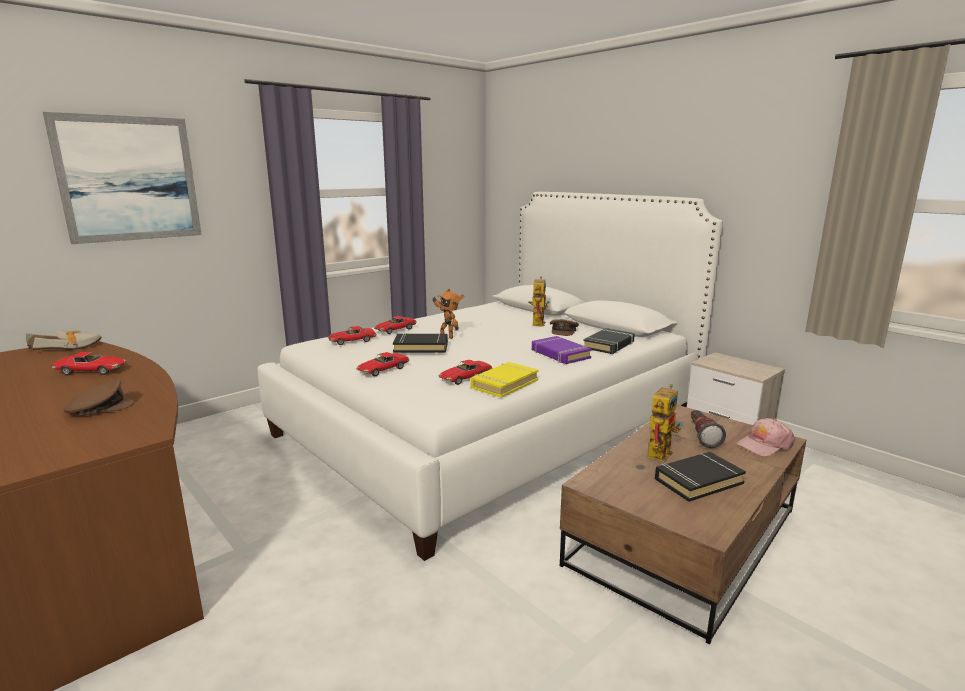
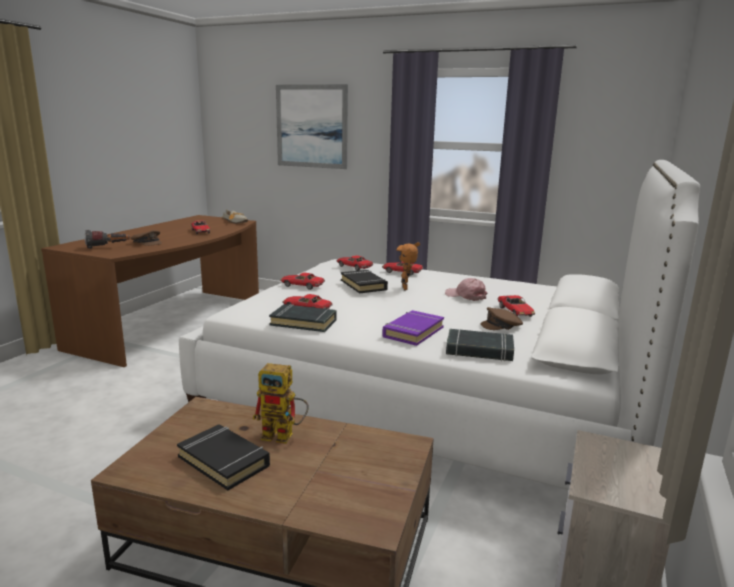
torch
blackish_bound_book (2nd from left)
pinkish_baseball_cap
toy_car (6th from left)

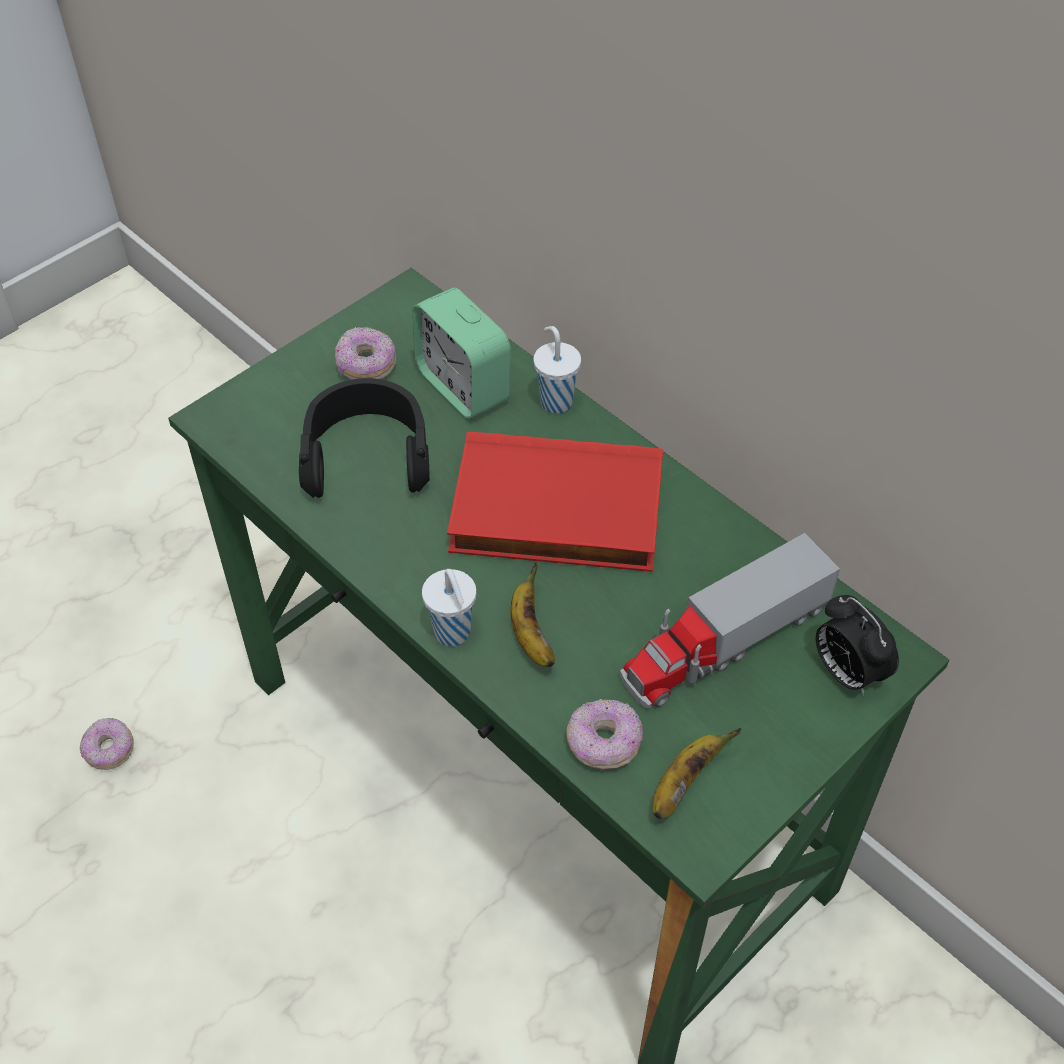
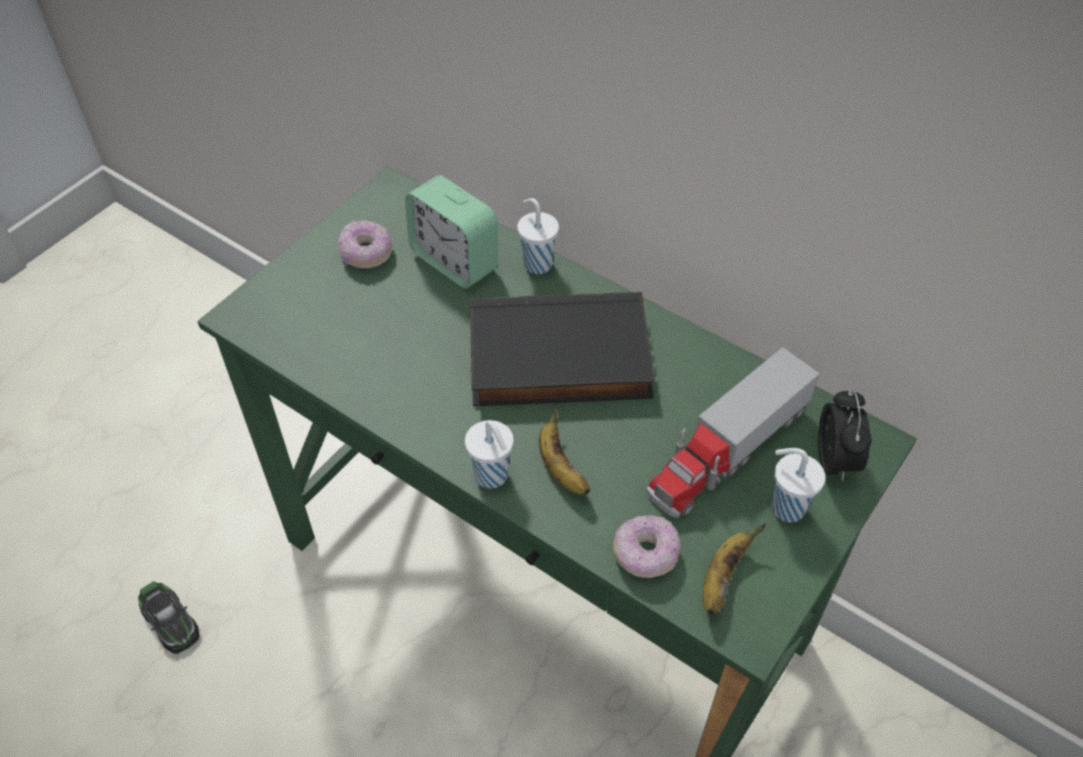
toy_car
blackish_bound_book
white_cup (3rd from left)
alarm_clock (2nd from left)
blackish_headphones

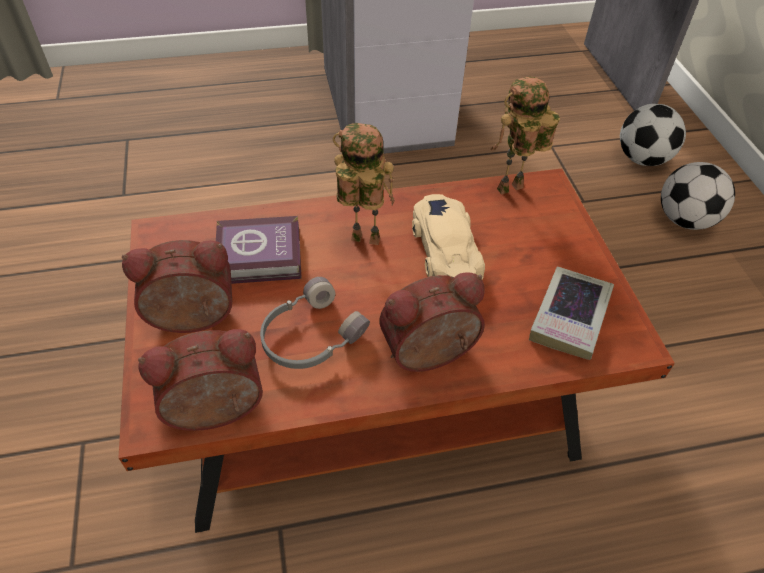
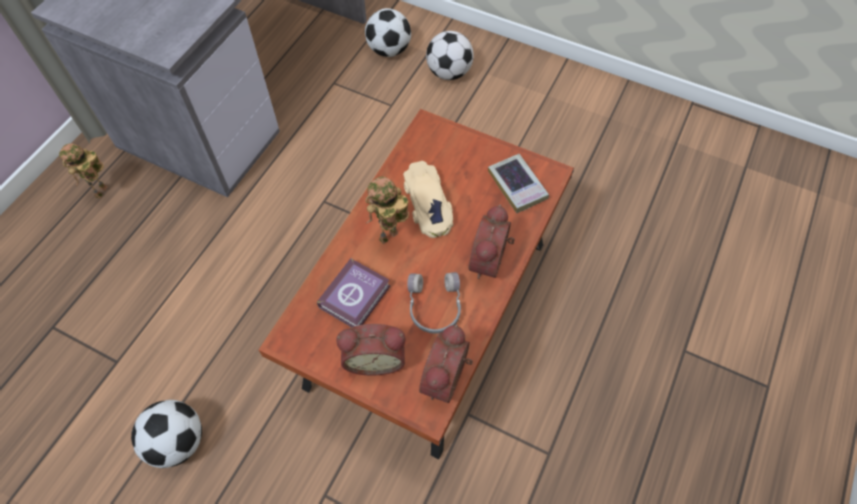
toy_robot (1st from left)
football (1st from left)
alarm_clock (1st from left)
beige_toy_car

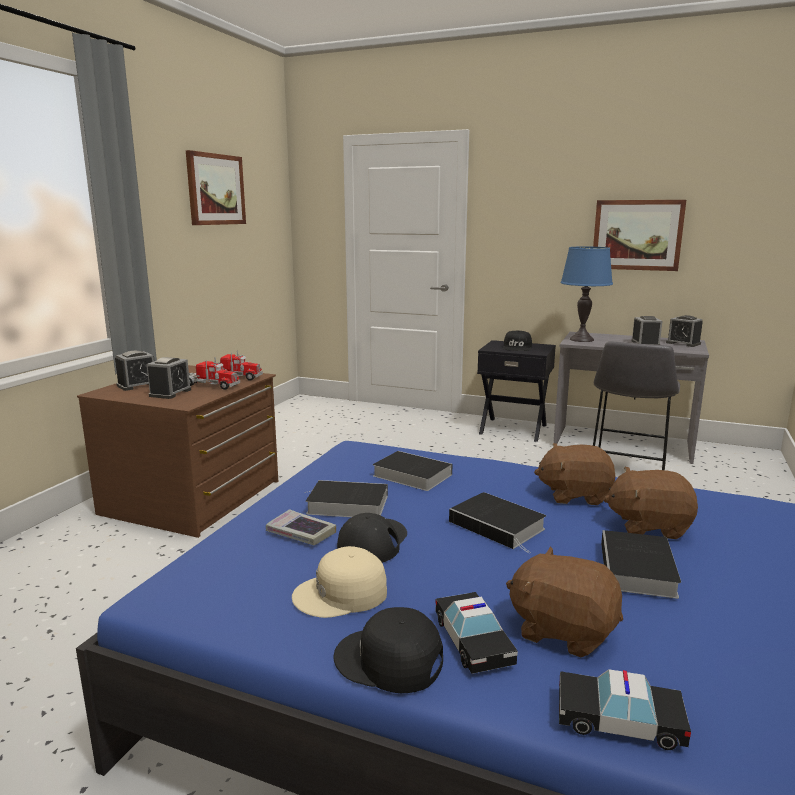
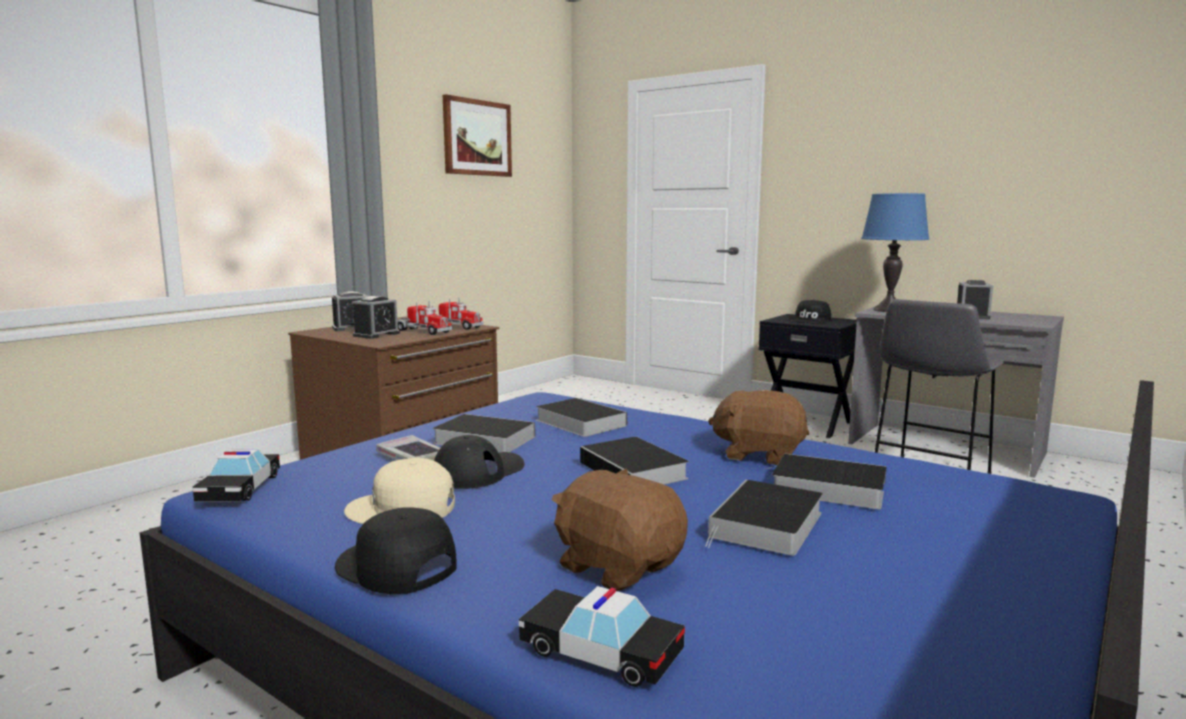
toy_car (1st from left)
bound_book (6th from left)
wall_picture (2nd from left in the first image)
alarm_clock (4th from left in the first image)

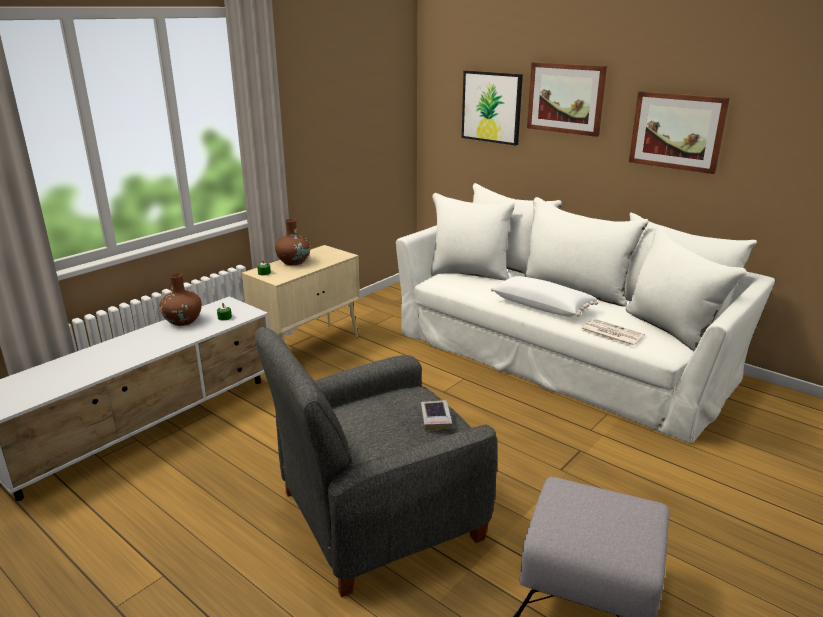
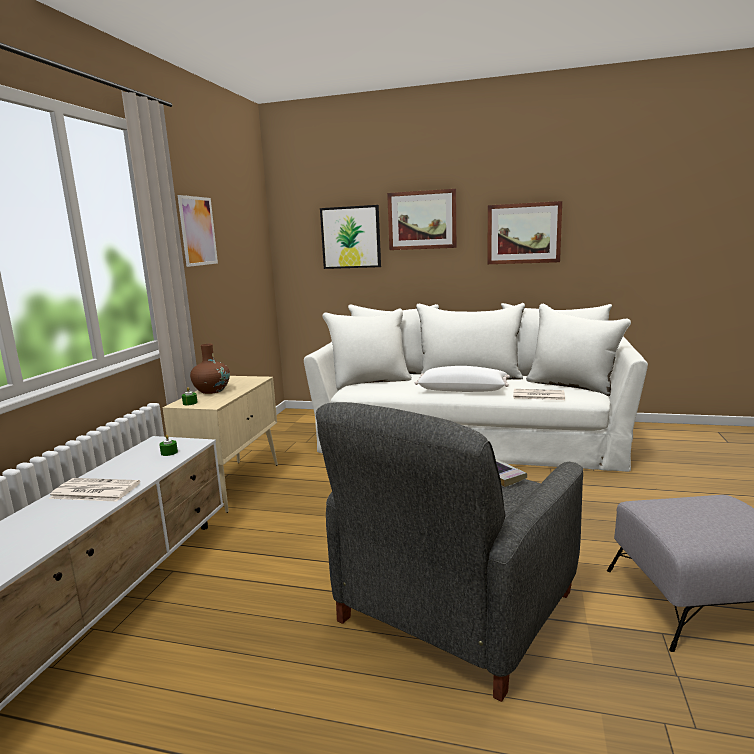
printed_paper (1st from left)
wall_picture (1st from left)
brownish_flower_vase (1st from left in the first image)

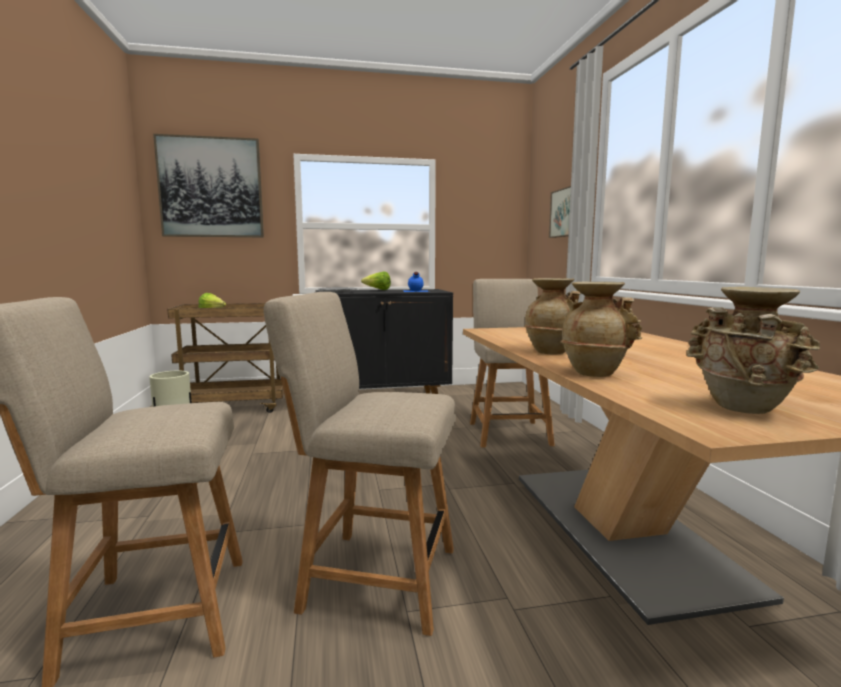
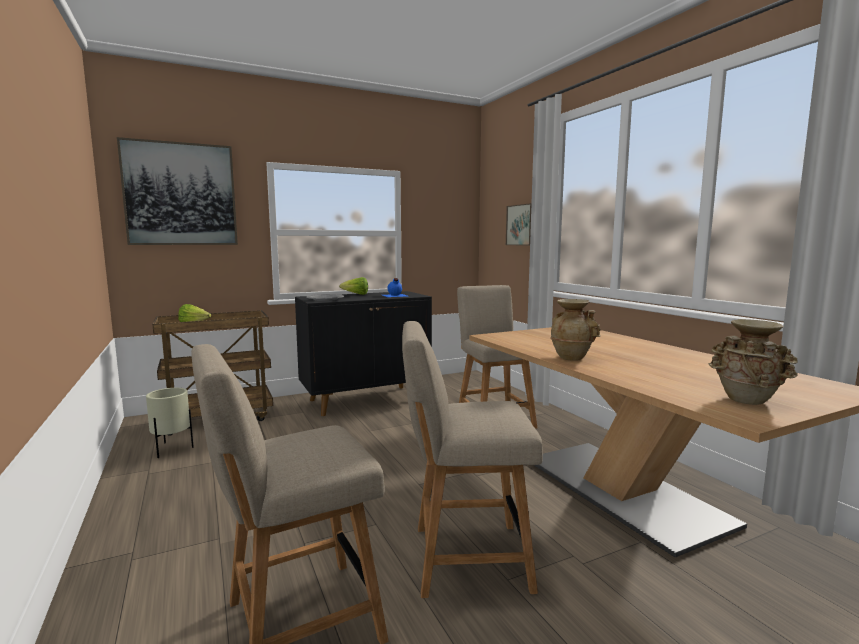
beige_flower_vase (2nd from left in the first image)

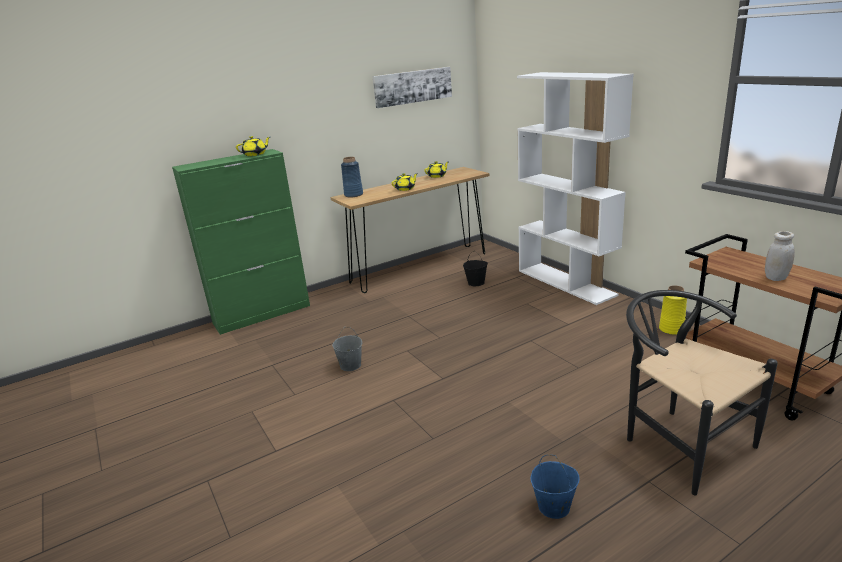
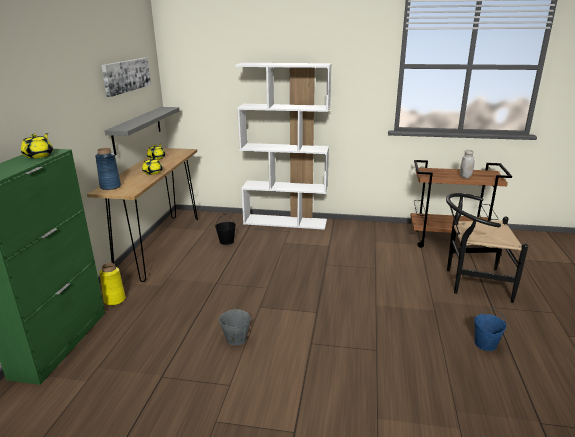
yellow_flower_vase
gray_shelf

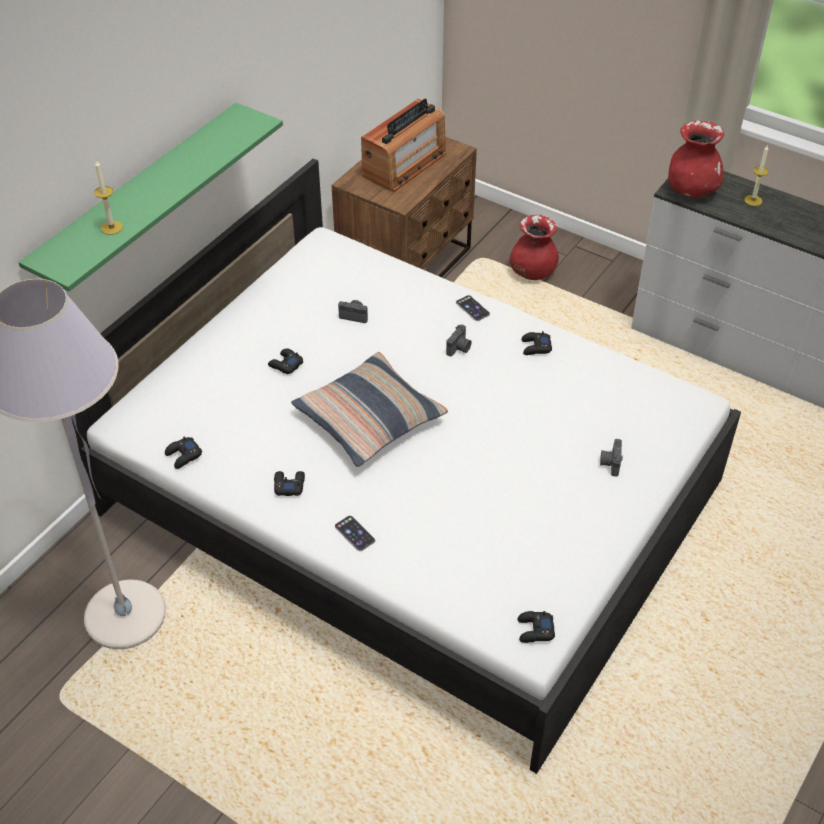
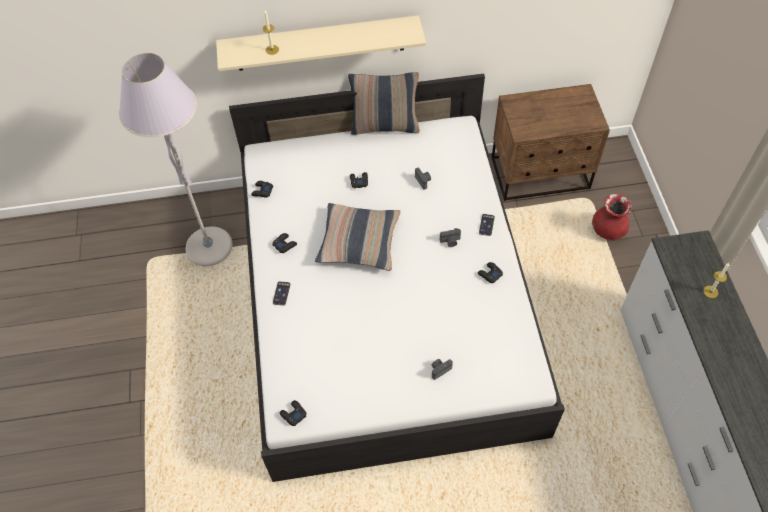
beige_shelf
pillow (2nd from left)
radio
red_flower_vase (2nd from left in the first image)

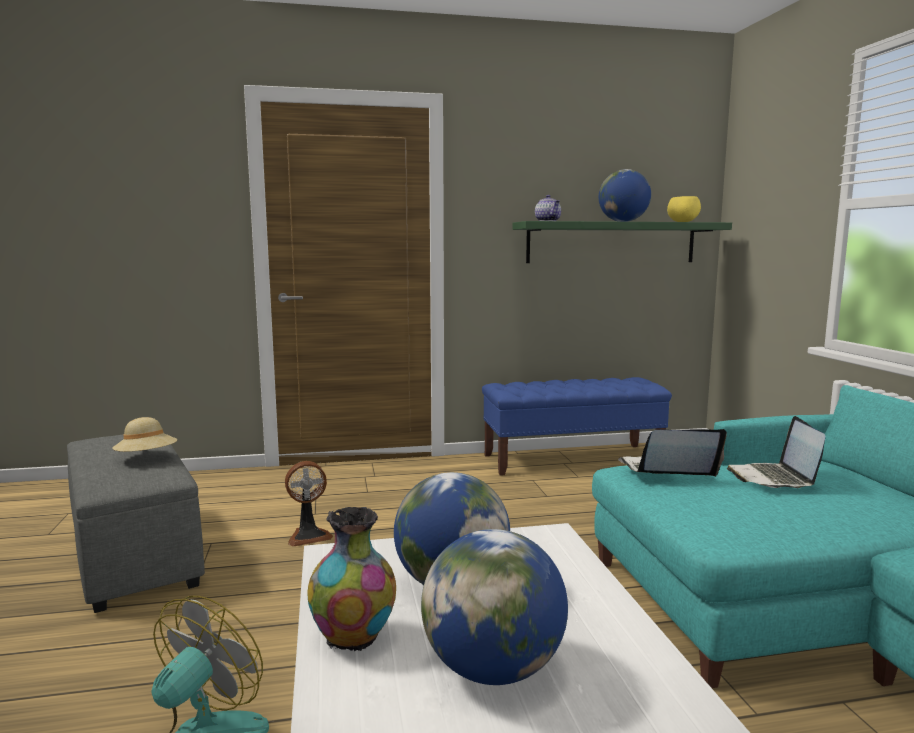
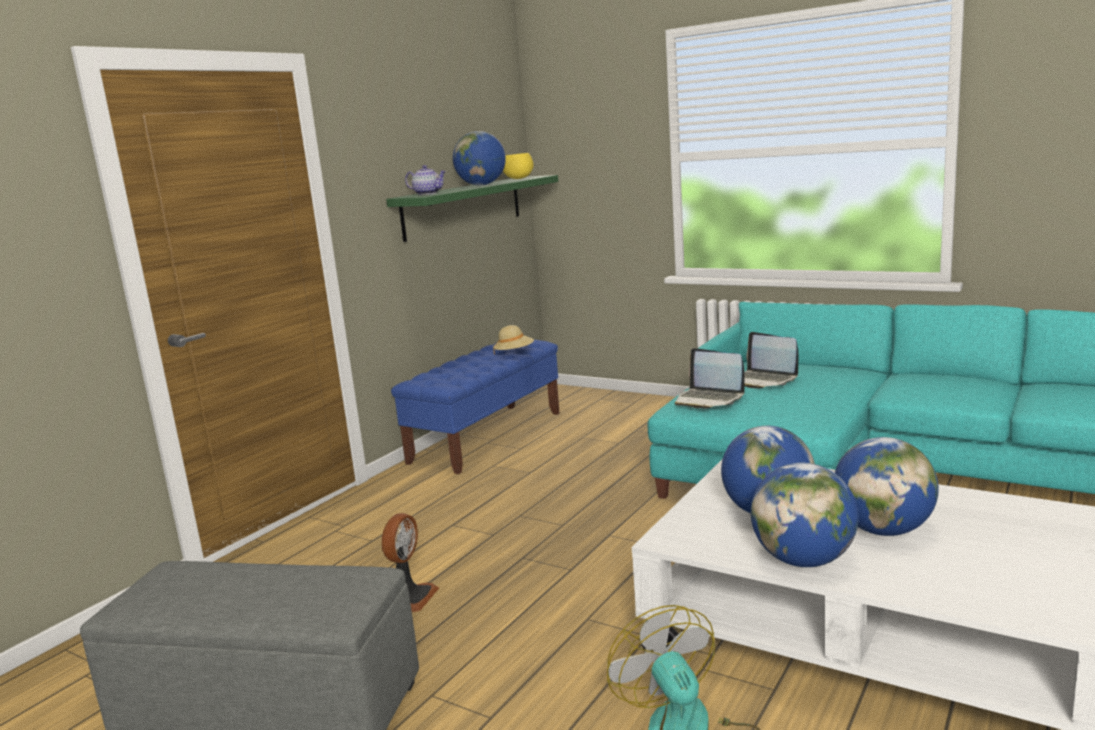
beige_wearable_hat
notebook_computer (1st from left)
world_globe (3rd from left)

